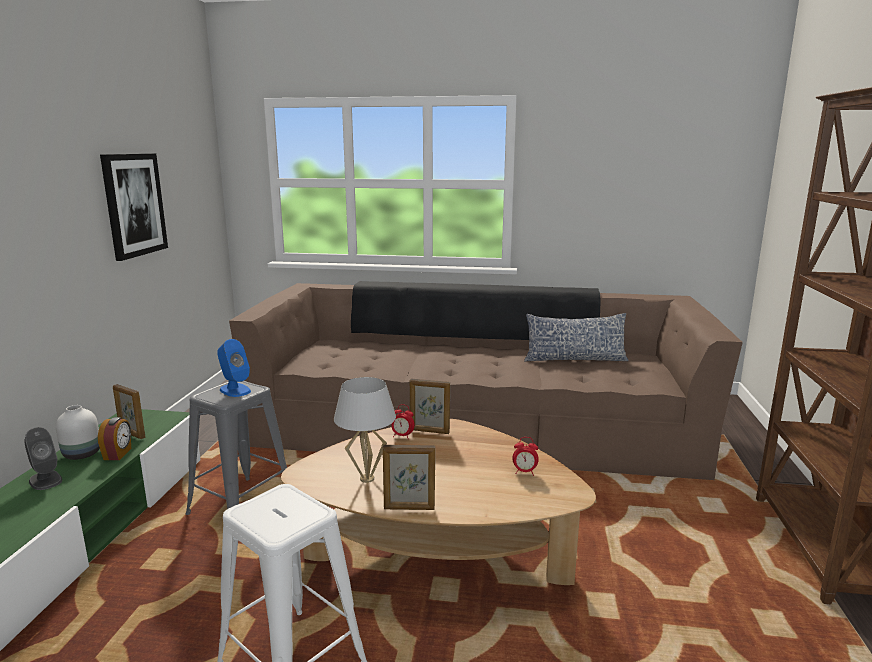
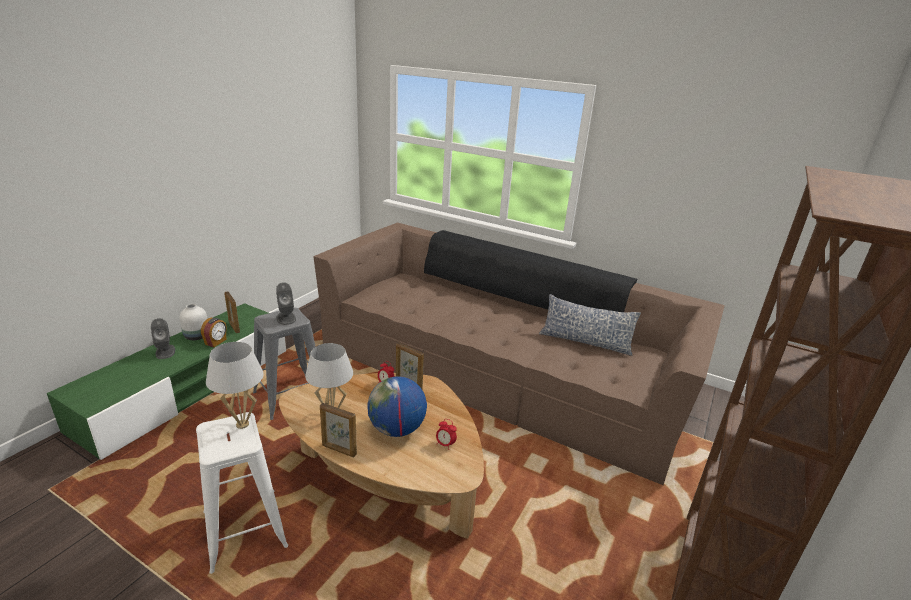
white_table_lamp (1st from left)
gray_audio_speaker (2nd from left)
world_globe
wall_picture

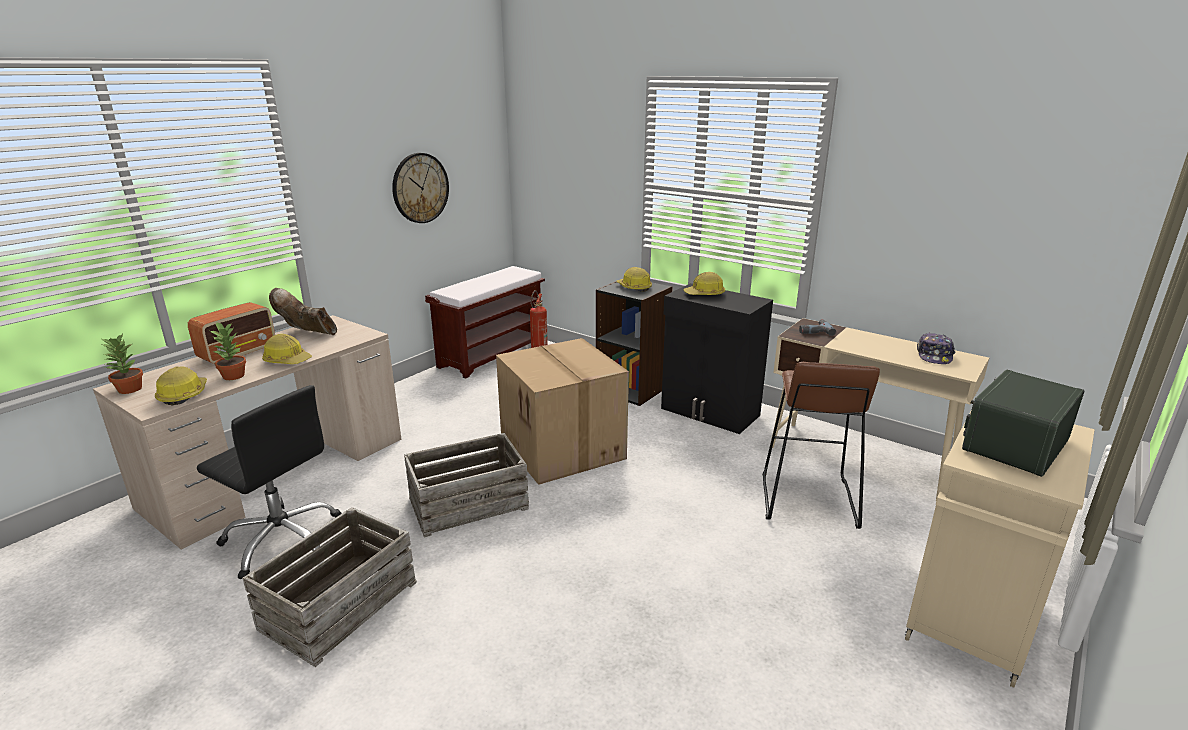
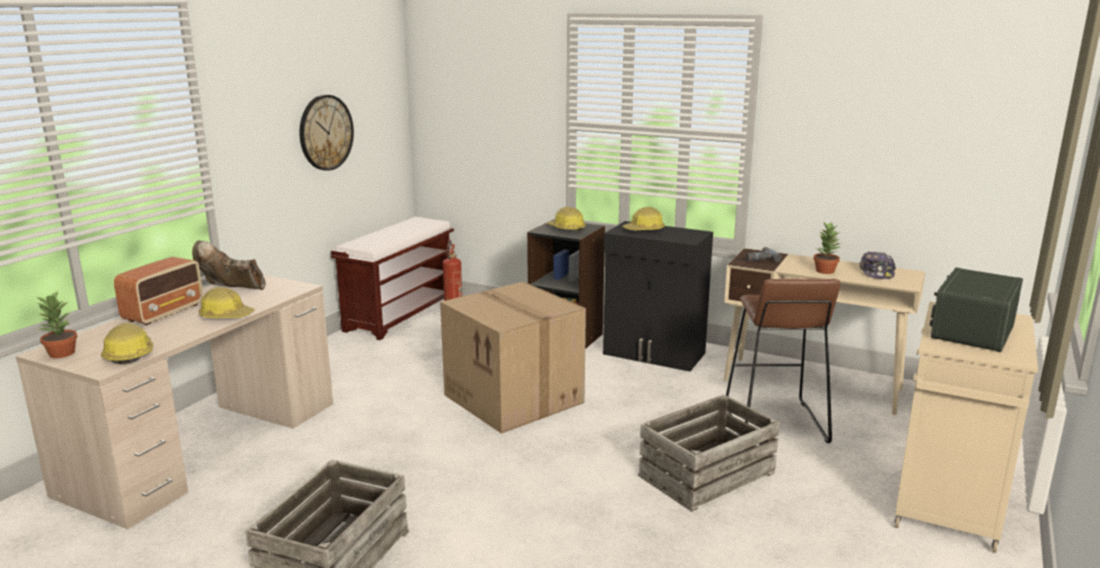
packing_crate (2nd from left)
potted_plant (2nd from left)
blackish_computer_chair

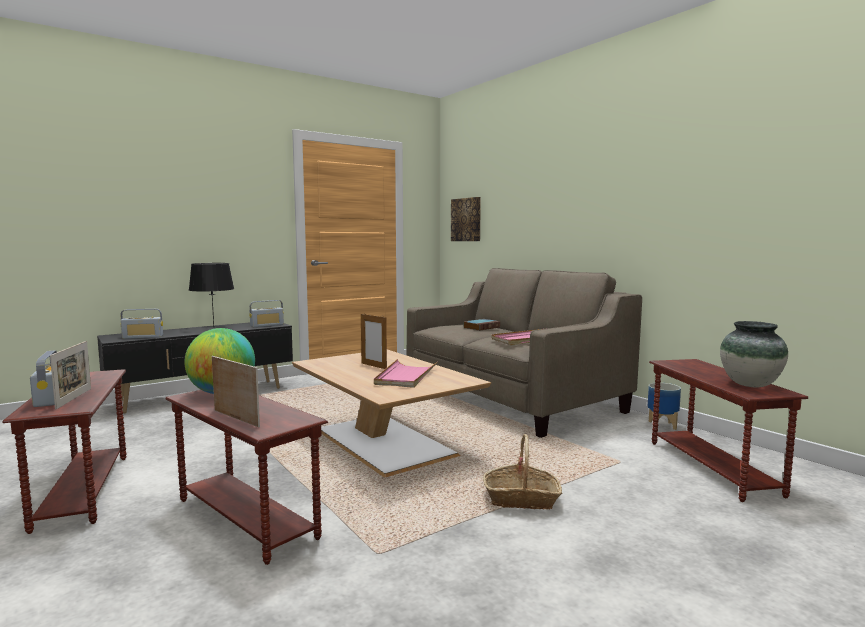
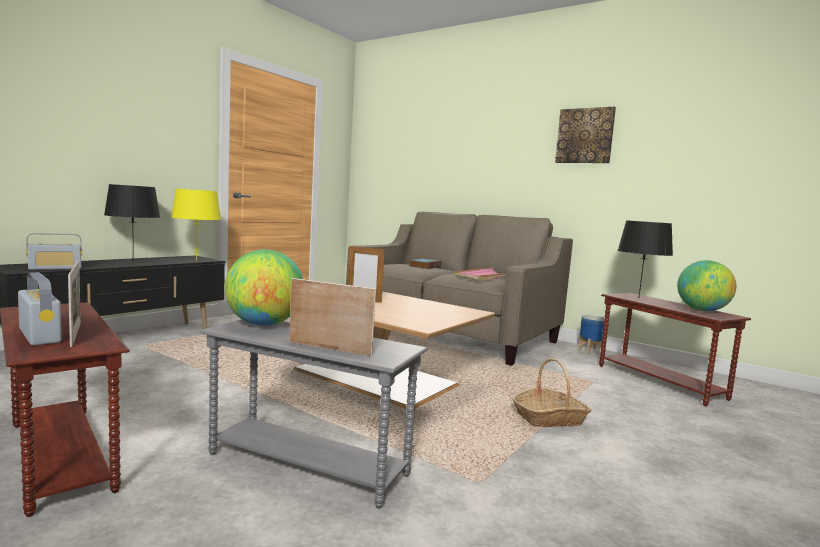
yellow_table_lamp
gray_end_table
wall_picture
blackish_table_lamp (2nd from left)
world_globe (2nd from left)
pinkish_tray (1st from left in the first image)

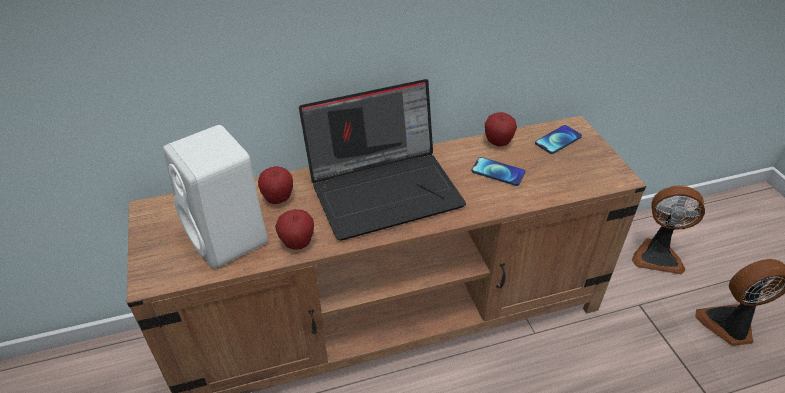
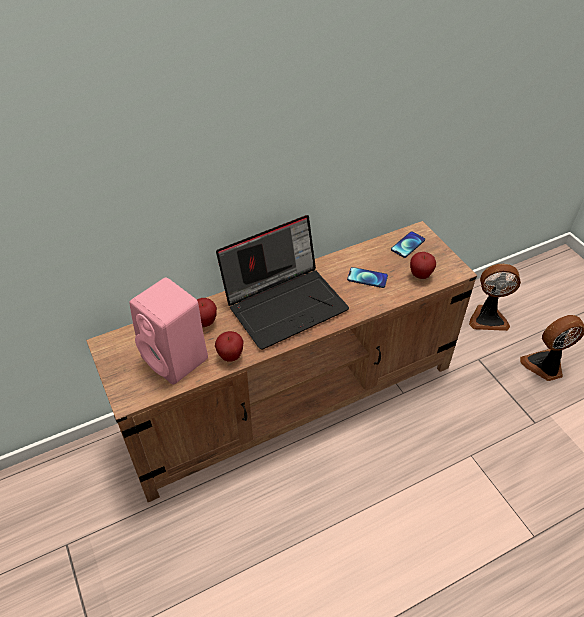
pinkish_audio_speaker
apple (3rd from left)

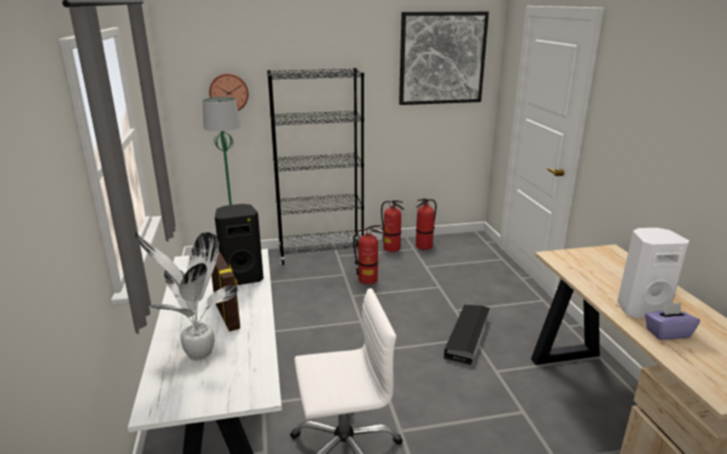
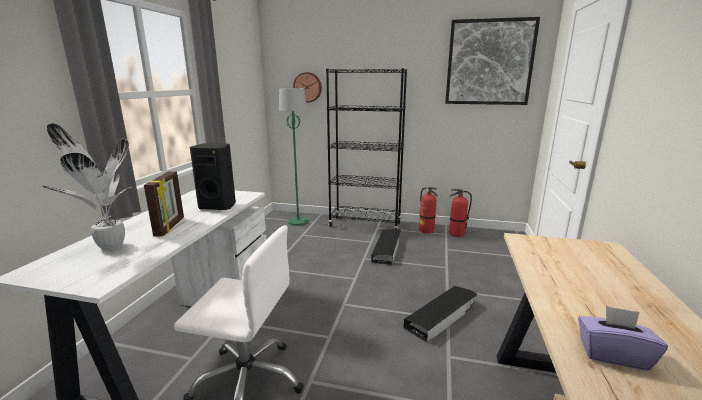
blackish_storage_bin (1st from left)
white_audio_speaker

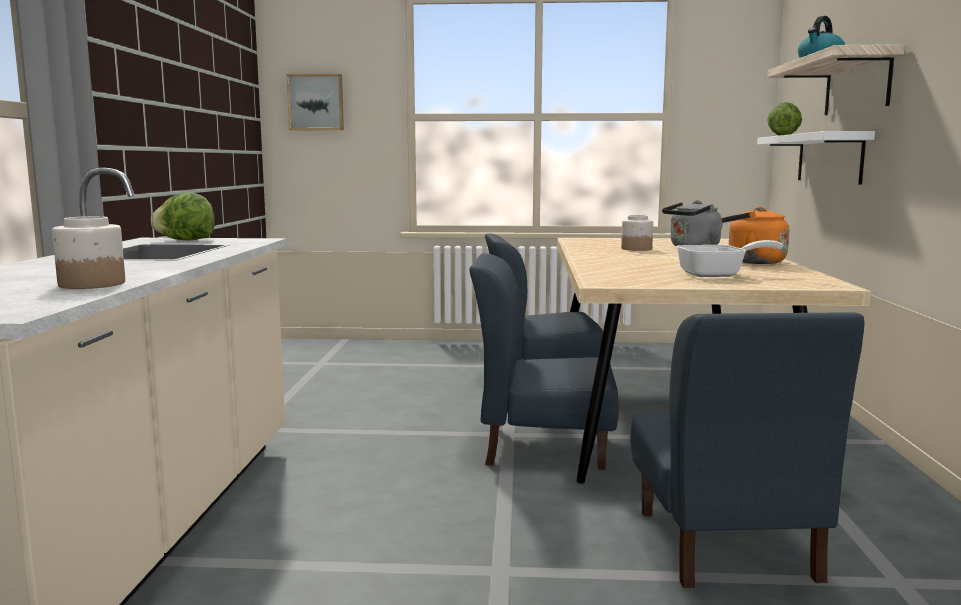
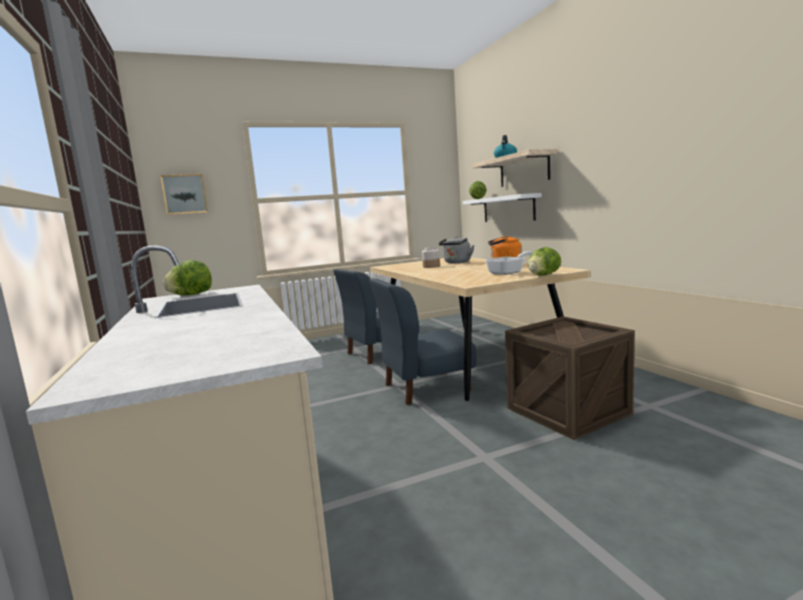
packing_crate
lettuce (3rd from left)
jar (1st from left in the first image)

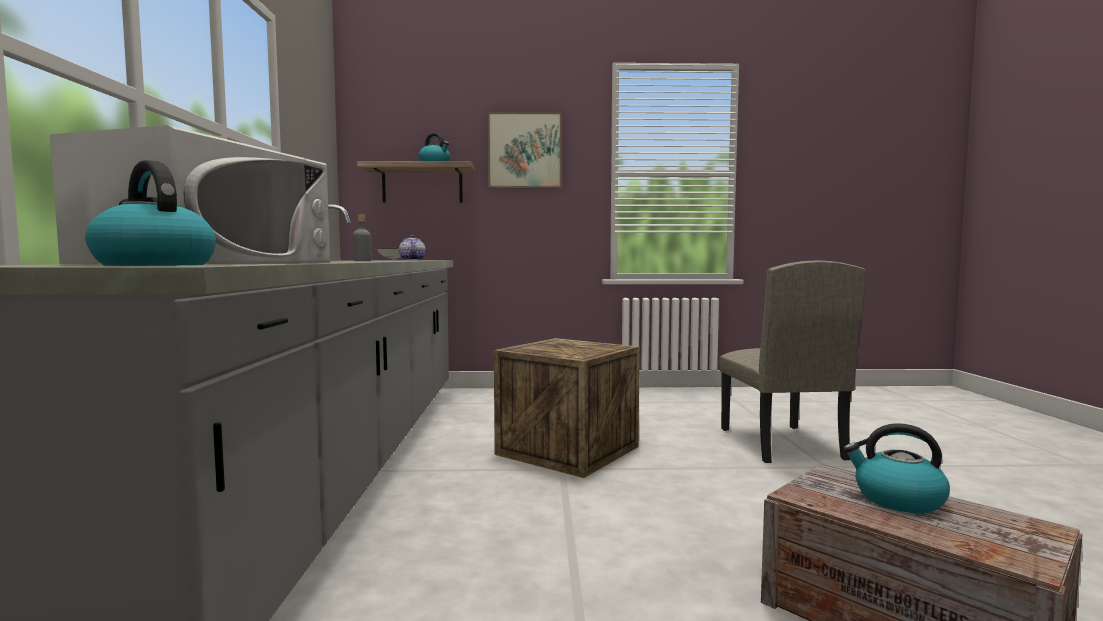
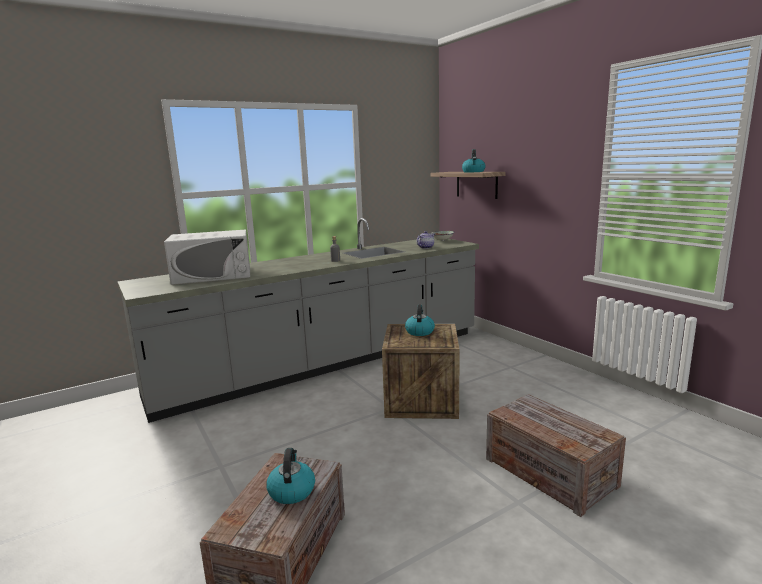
kettle (2nd from left)
packing_crate (3rd from left)
wall_picture

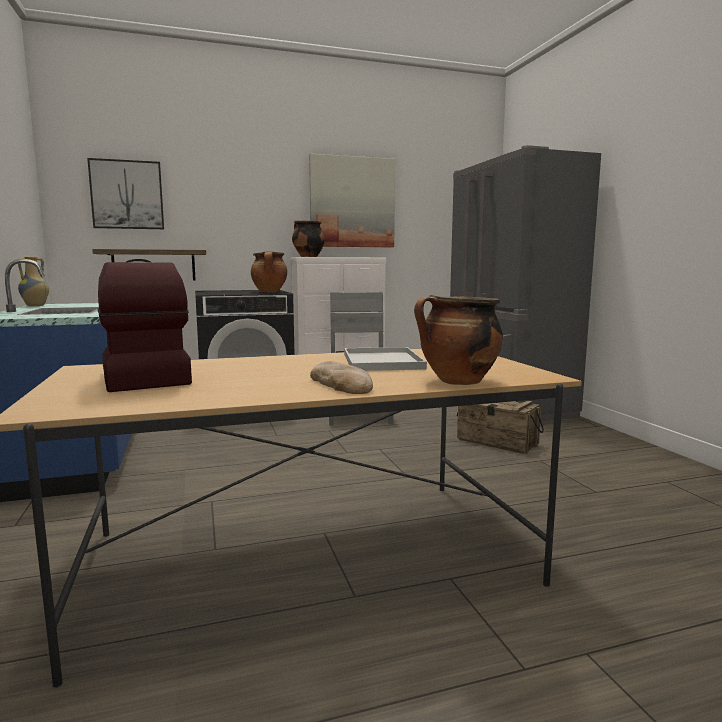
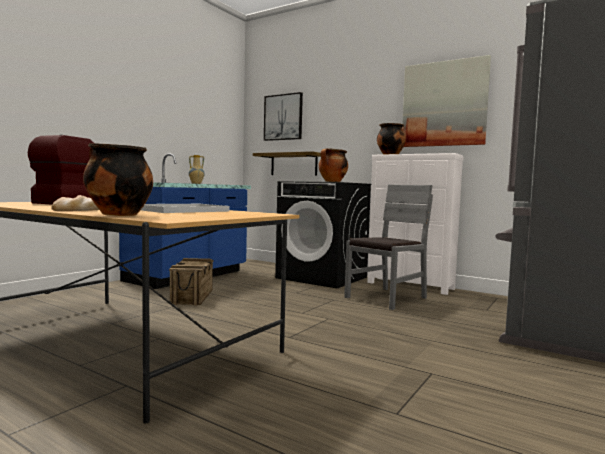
packing_crate

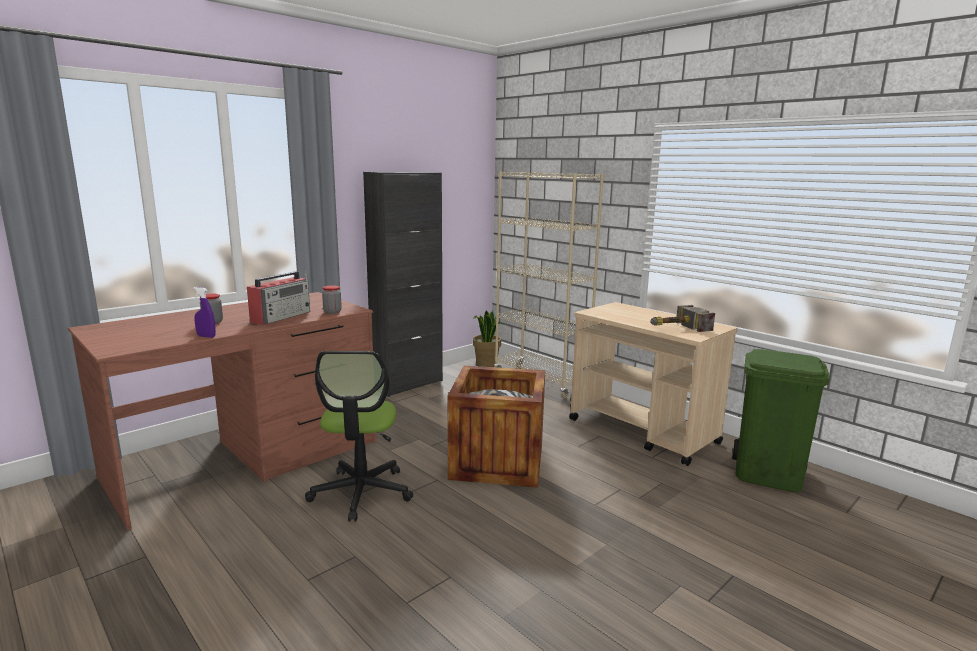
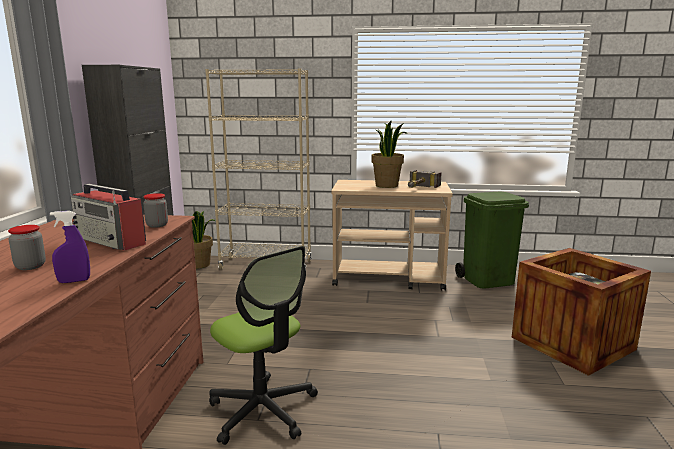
radio
potted_plant (2nd from left)
packing_crate

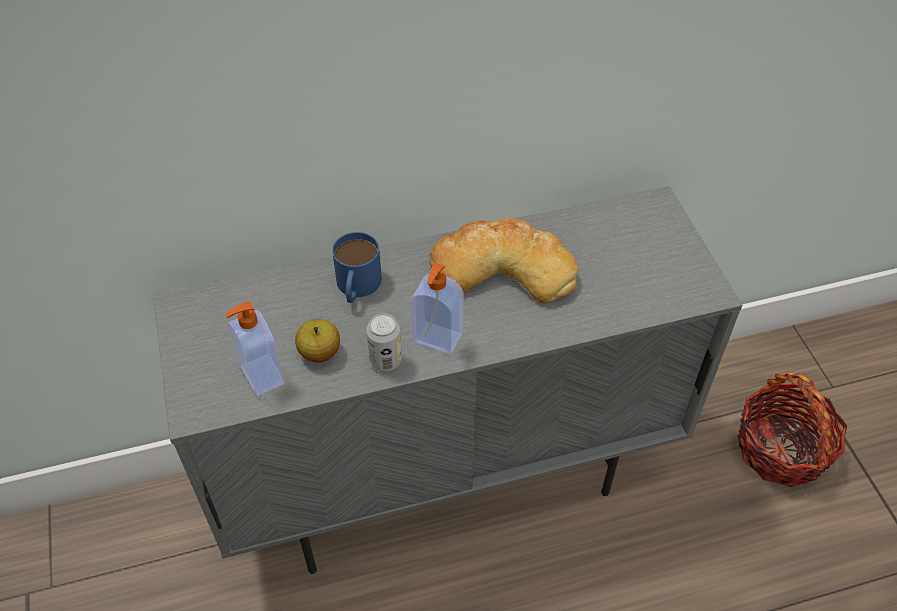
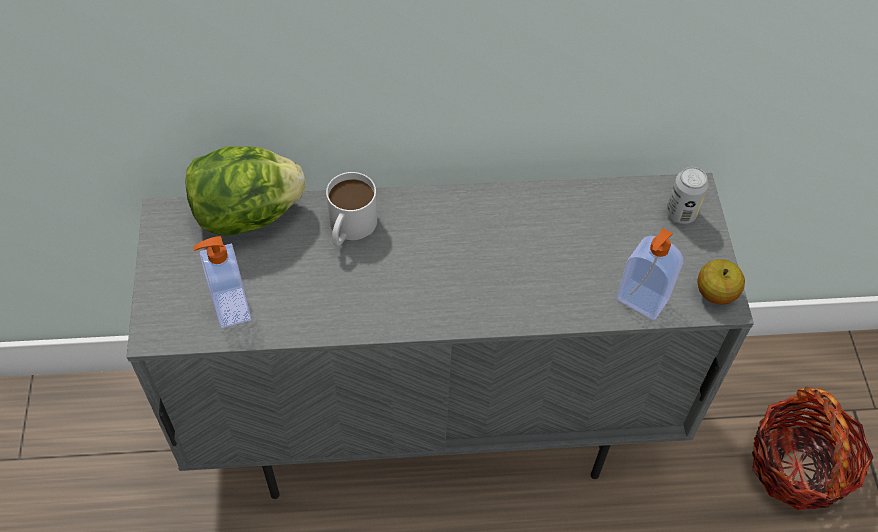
lettuce
white_tea_mug
liquid_soap_bottle (2nd from left)
can
apple
bread

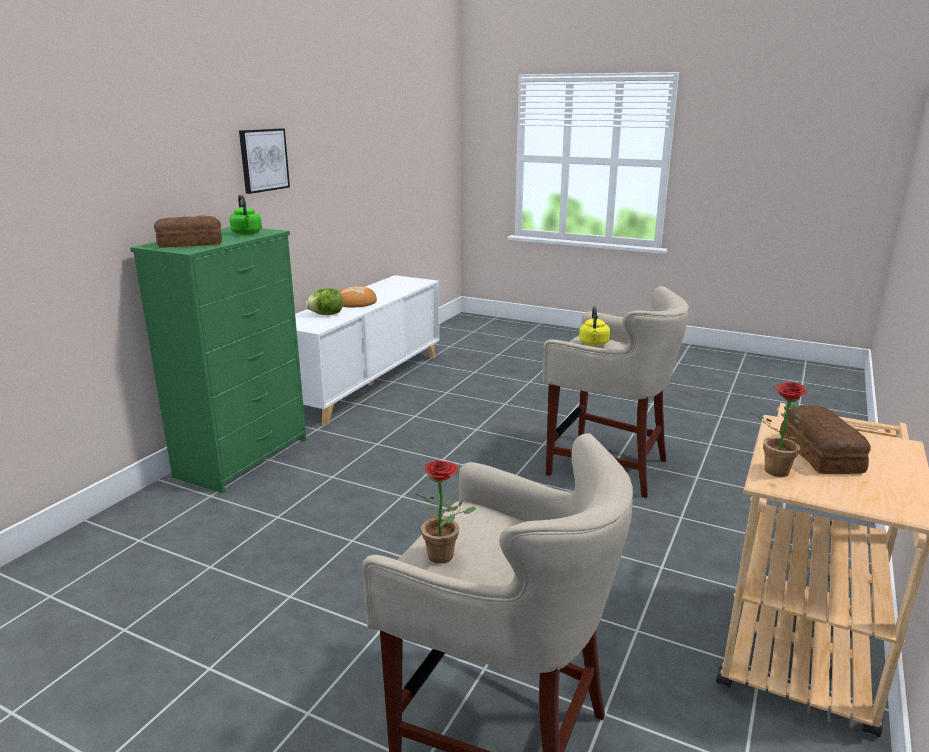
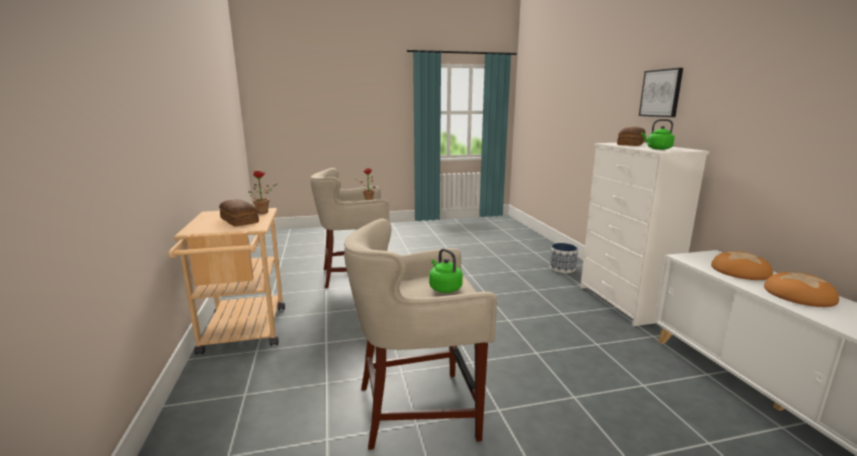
green_kettle (1st from left)
planter
white_chest_of_drawers
wall_picture
bread (3rd from left)

